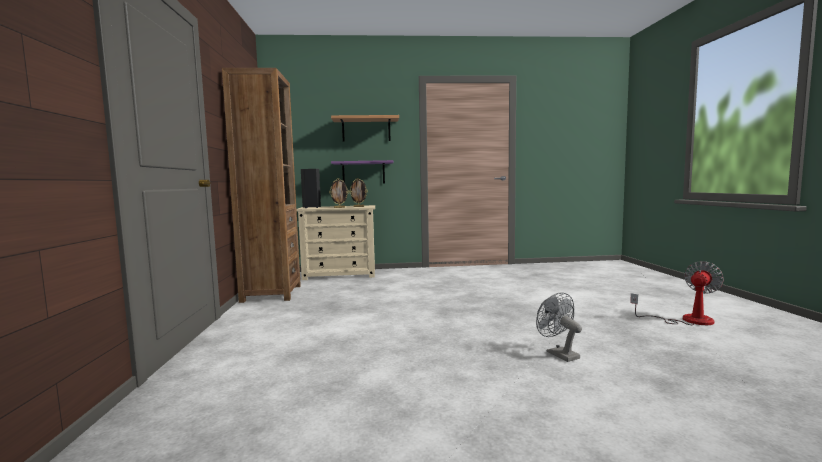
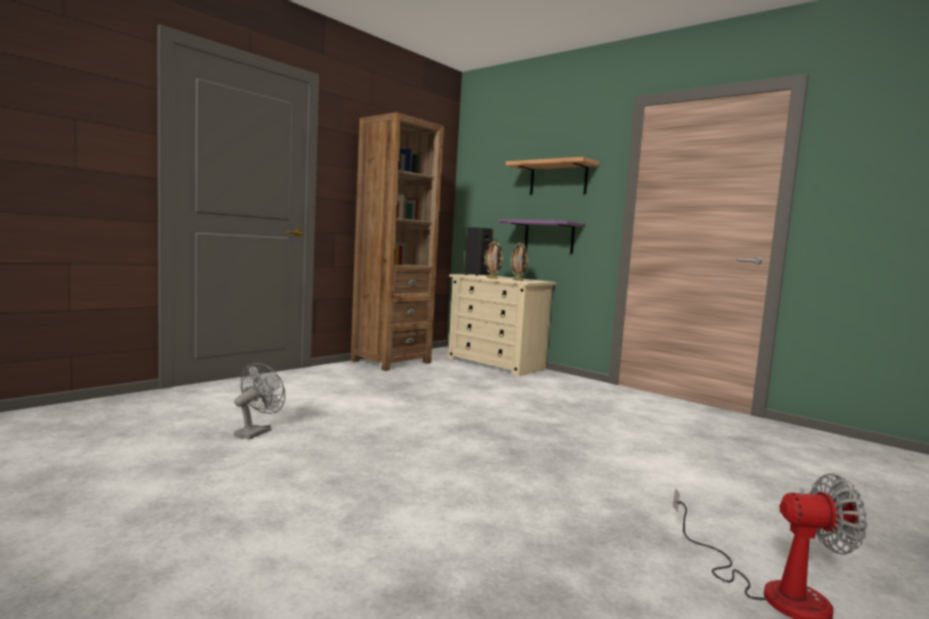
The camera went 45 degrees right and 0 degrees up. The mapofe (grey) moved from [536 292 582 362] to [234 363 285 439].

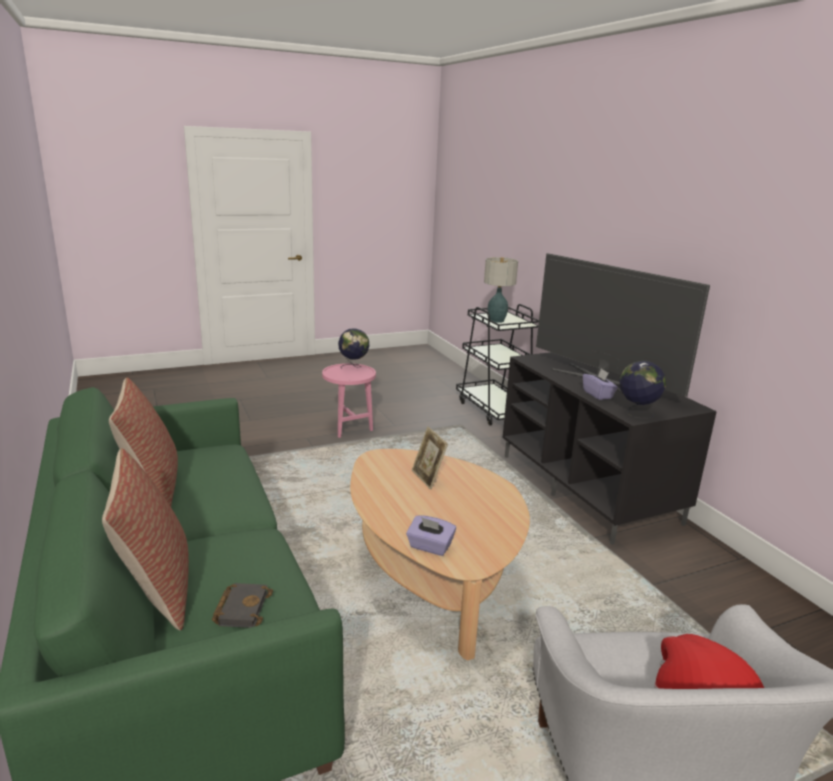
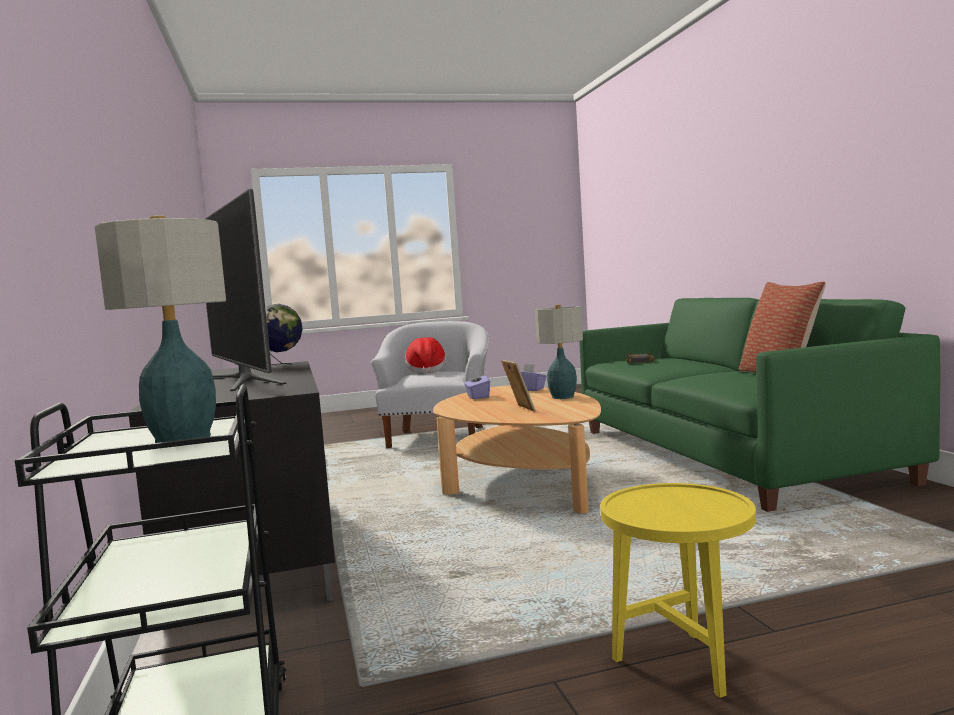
The camera went 170 degrees left and 15 degrees down. The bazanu at [338 328 369 369] disappeared. The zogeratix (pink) at [322 363 376 438] became the zogeratix (yellow) at [600 483 756 698]. The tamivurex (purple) moved from [583 369 618 400] to [464 373 490 399]. The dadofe at [102 448 189 631] disappeared. The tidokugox at [535 304 583 399] appeared.

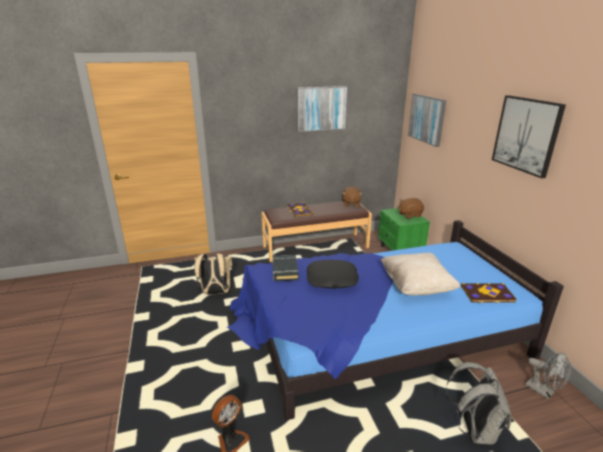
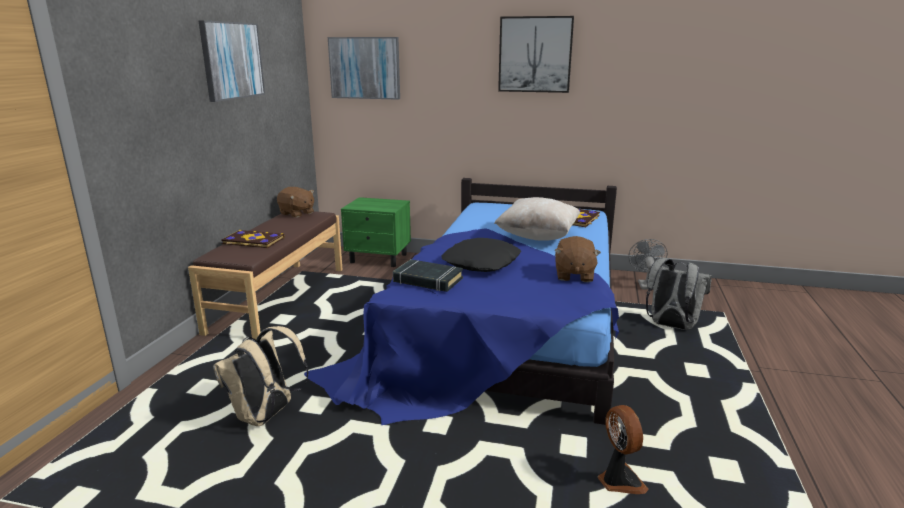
The camera went 60 degrees left and 5 degrees down. The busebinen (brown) moved from [398 198 424 219] to [554 236 601 282]. The mapofe (grey) at [525 352 571 399] turned 75 degrees counterclockwise.

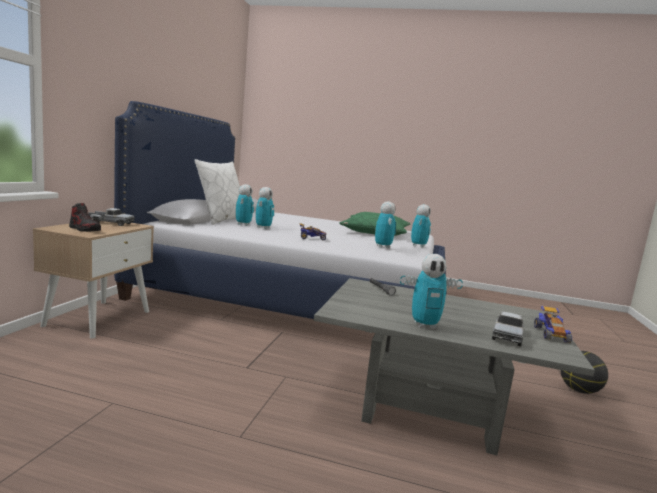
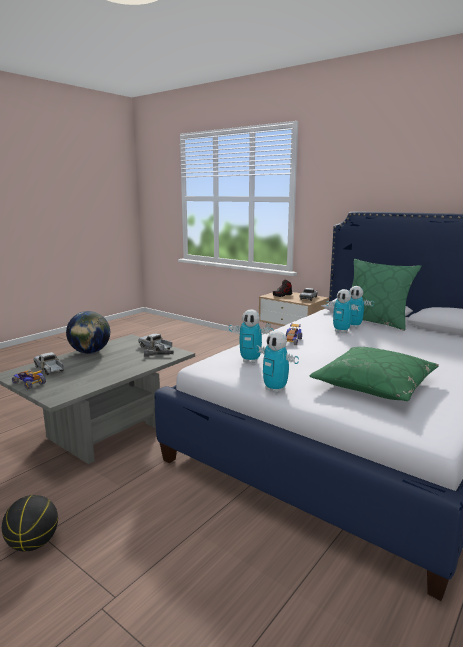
The camera went 115 degrees right and 5 degrees up. The dadofe (white) at [194 159 240 225] became the dadofe (green) at [352 259 421 331]. The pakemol at [400 254 463 329] was replaced by the bazanu at [66 311 110 354]. The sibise at [138 333 172 351] appeared.

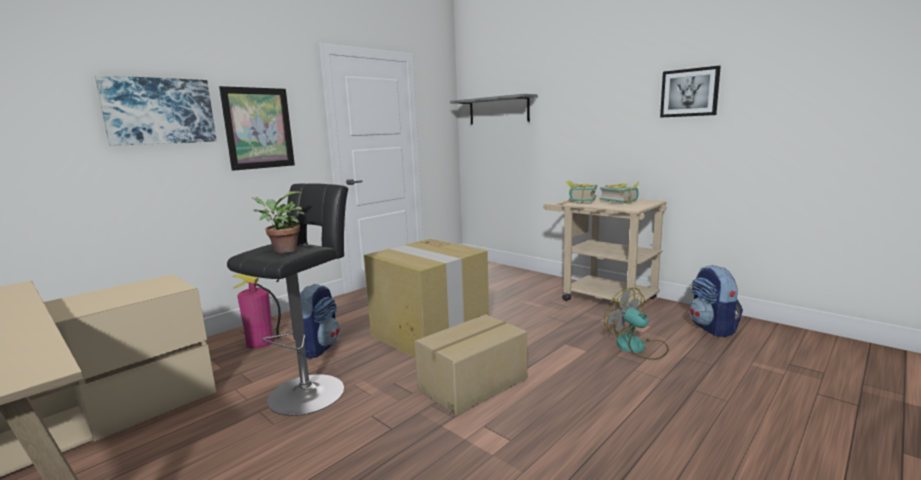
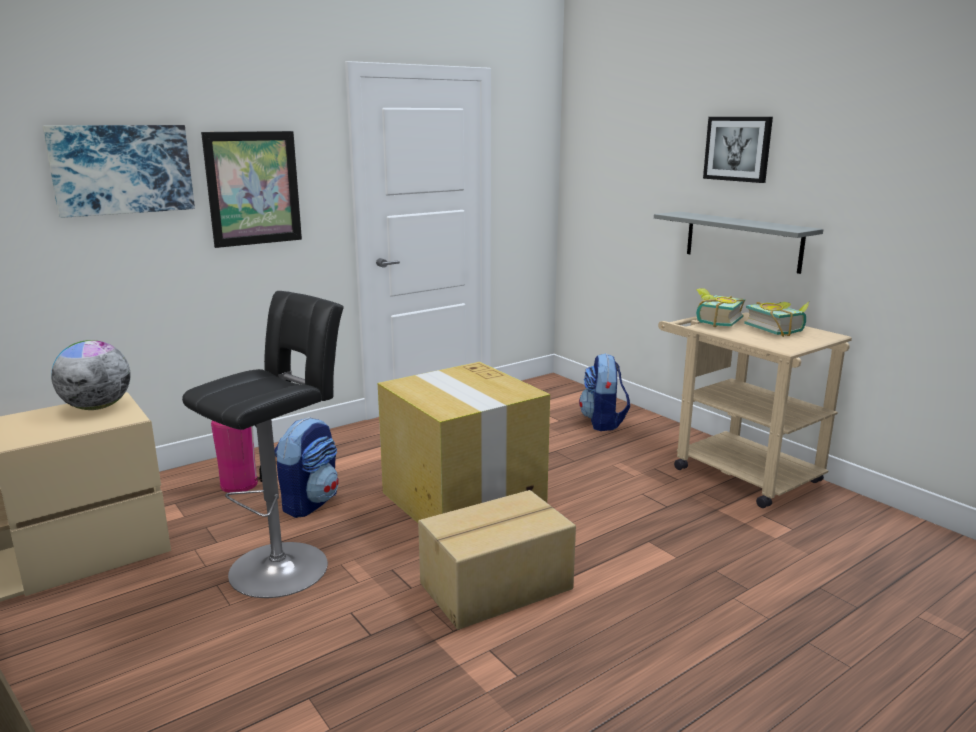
The camera went 10 degrees right and 5 degrees up. The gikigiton moved from [660 66 721 118] to [703 117 773 183]. The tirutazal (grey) moved from [450 94 538 124] to [654 211 823 274]. The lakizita at [252 191 305 253] disappeared. The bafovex moved from [689 265 743 337] to [579 353 630 431]. The mapofe at [604 288 669 360] disappeared. The bazanu at [51 340 131 410] appeared.

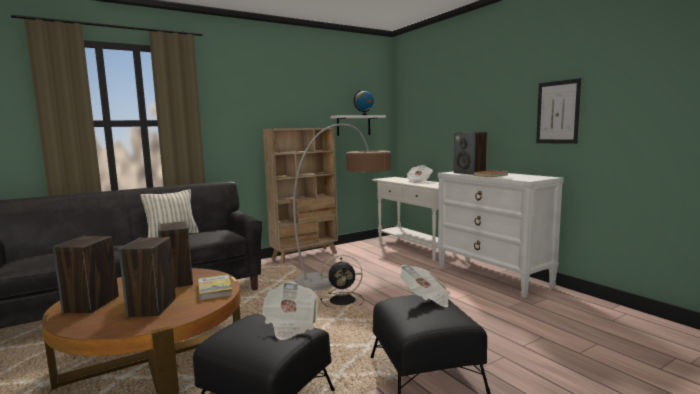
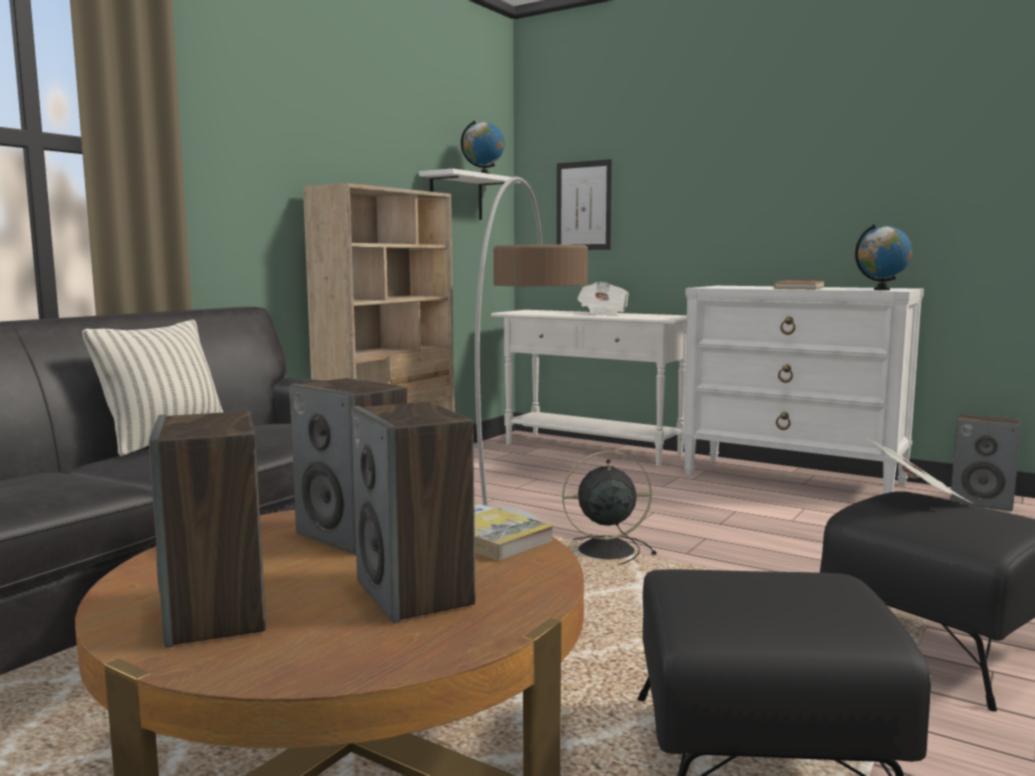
The camera went 25 degrees left and 0 degrees up. The gikigiton moved from [536 78 581 144] to [557 159 612 250]. The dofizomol moved from [454 132 487 175] to [950 414 1021 511]. The mapofe (black) at [320 255 364 308] turned 150 degrees counterclockwise. The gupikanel at [261 282 318 340] disappeared. The bazanu at [855 224 912 290] appeared.

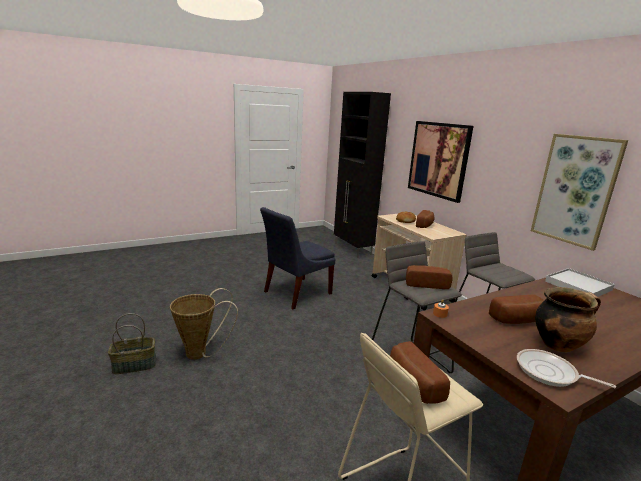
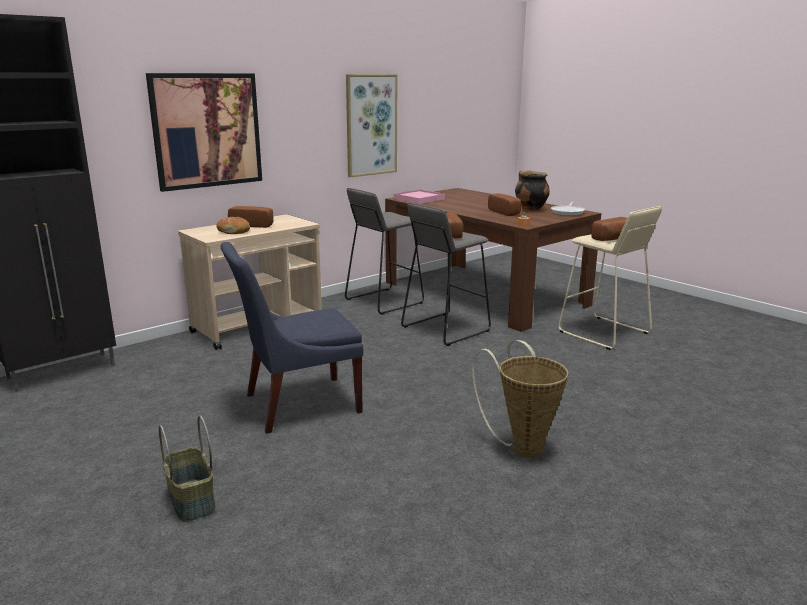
The camera went 100 degrees left and 0 degrees up. The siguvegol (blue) at [260 207 335 309] turned 120 degrees clockwise. The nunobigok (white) at [545 268 615 297] became the nunobigok (pink) at [394 189 445 204]. The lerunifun moved from [108 313 156 374] to [159 415 215 522].

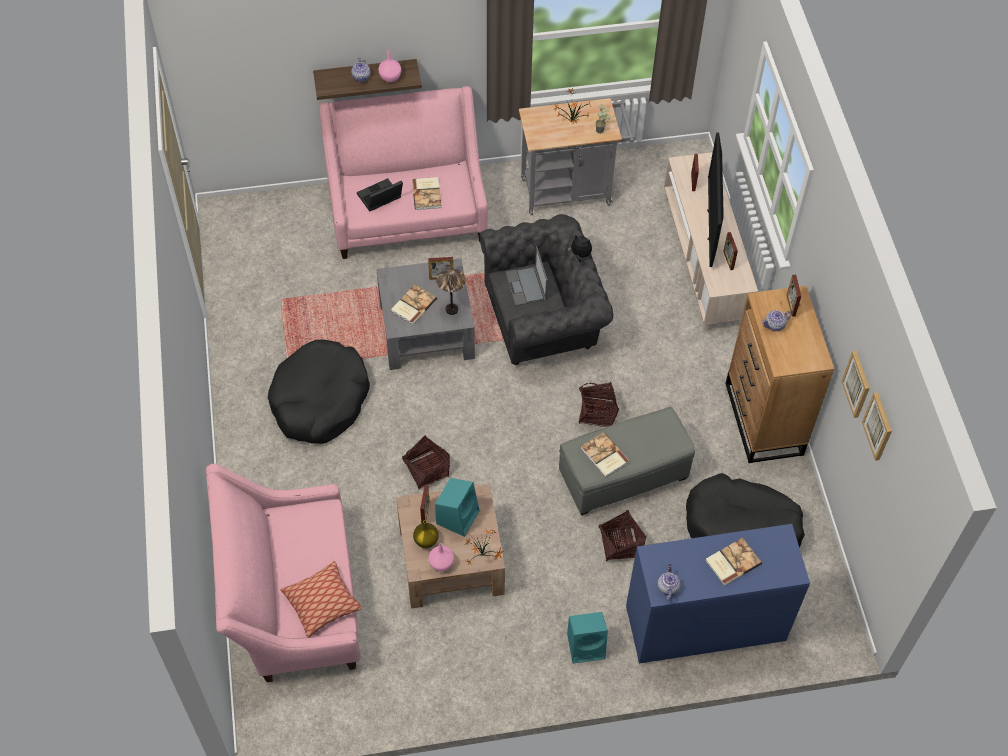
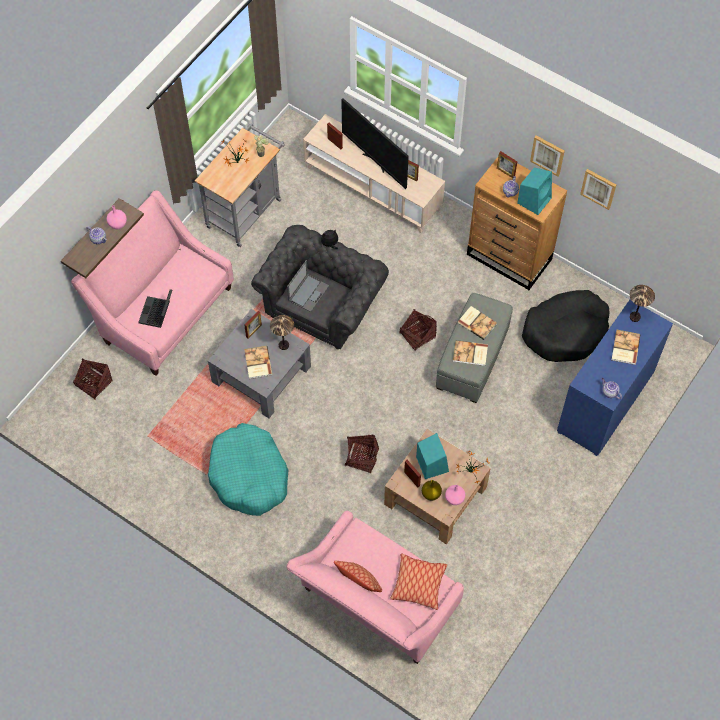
The camera went 45 degrees left and 5 degrees up. The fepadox moved from [412 177 442 210] to [457 306 497 340]. The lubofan at [505 246 548 306] turned 90 degrees counterclockwise. The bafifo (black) at [268 340 370 444] became the bafifo (turquoise) at [208 423 289 516]. The gikigiton moved from [862 392 892 461] to [530 136 565 176]. The lerunifun moved from [599 510 646 561] to [73 359 112 400]. The dofizomol (turquoise) moved from [567 612 608 663] to [517 168 552 215]. The tidokugox at [630 285 655 322] appeared. The dadofe at [334 561 382 592] appeared.

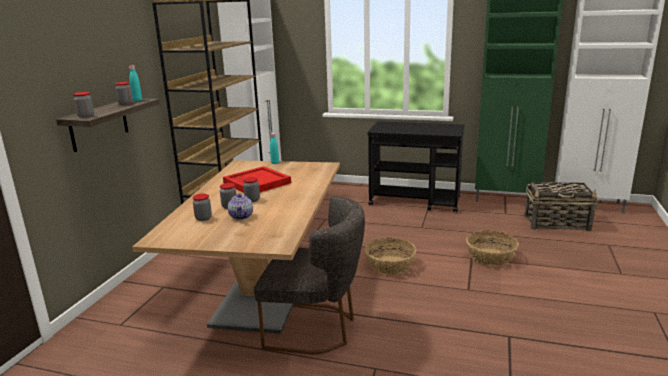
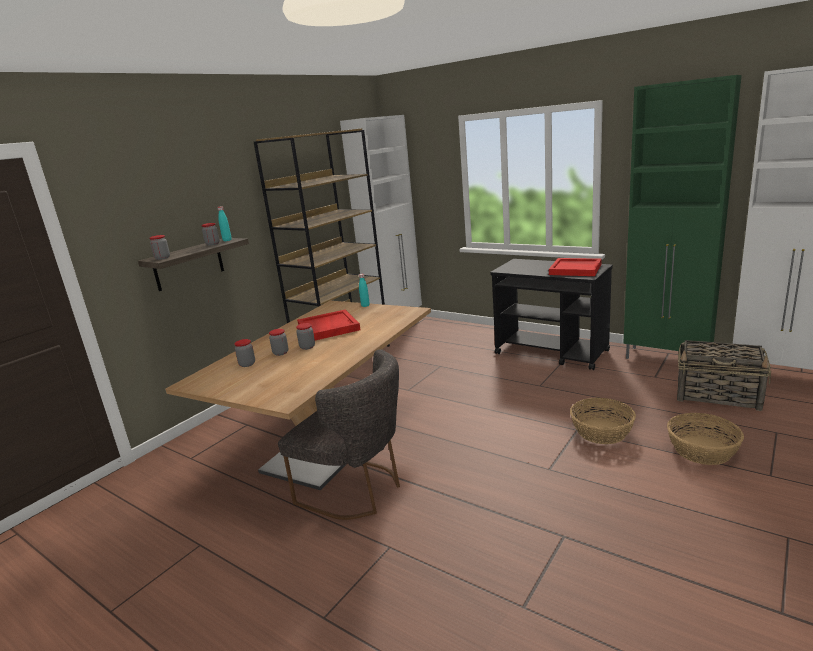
The camera went 20 degrees right and 0 degrees up. The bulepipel at [228 193 253 220] disappeared. The lerunifun moved from [365 238 417 275] to [667 413 744 465]. The nunobigok (red) at [549 258 602 276] appeared.

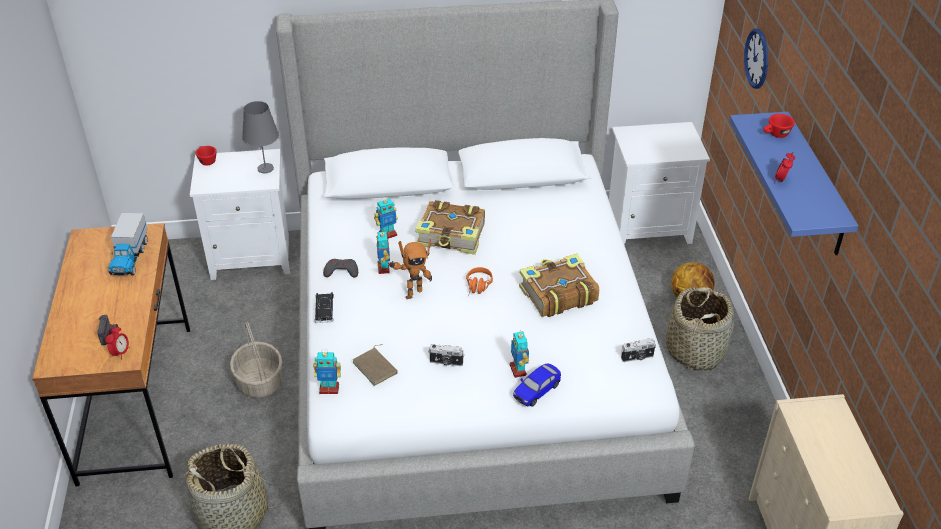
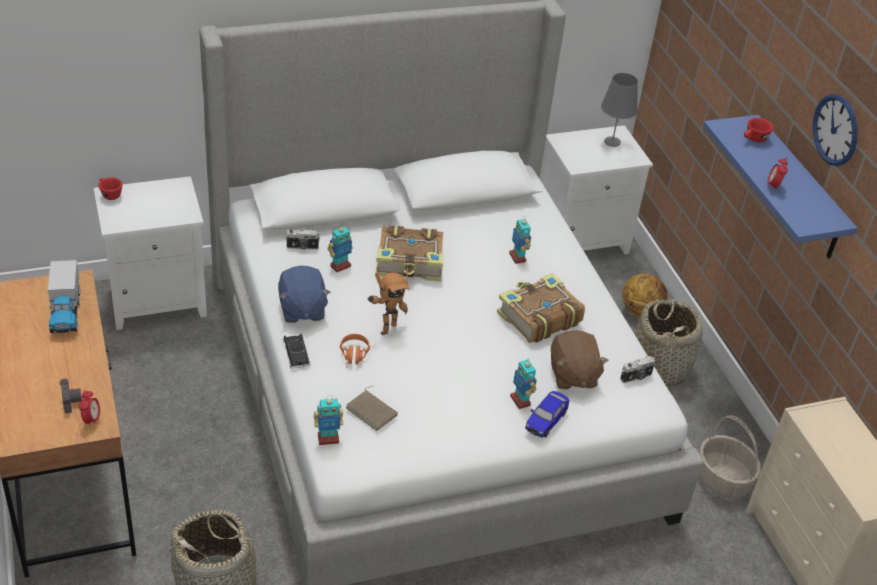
The camera went 15 degrees left and 0 degrees up. The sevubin moved from [744 29 768 89] to [813 94 858 166]. The tidokugox (grey) moved from [242 101 279 173] to [601 73 638 147]. The pakemol moved from [376 231 390 274] to [509 218 531 264]. The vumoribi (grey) at [323 259 358 278] was replaced by the busebinen (blue) at [278 266 331 323]. The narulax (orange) moved from [466 267 493 296] to [340 334 370 368]. The lerunifun moved from [230 322 283 398] to [699 416 761 498]. The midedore moved from [428 344 464 366] to [286 230 320 250]. The busebinen (brown) at [551 330 609 389] appeared.

